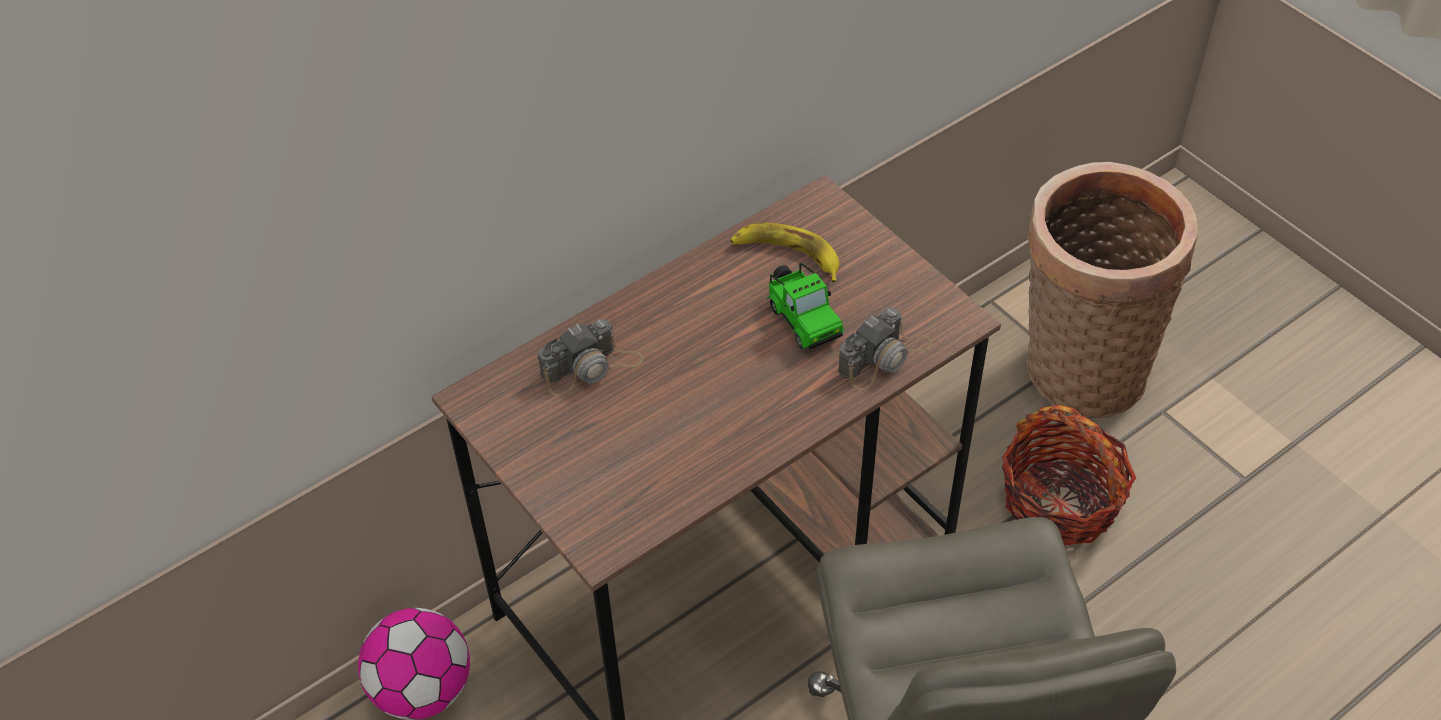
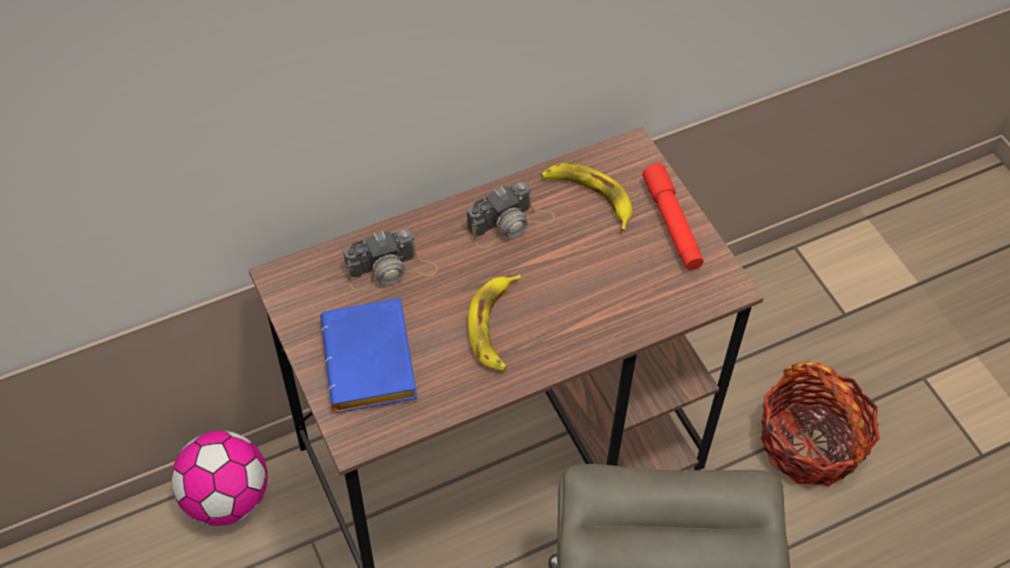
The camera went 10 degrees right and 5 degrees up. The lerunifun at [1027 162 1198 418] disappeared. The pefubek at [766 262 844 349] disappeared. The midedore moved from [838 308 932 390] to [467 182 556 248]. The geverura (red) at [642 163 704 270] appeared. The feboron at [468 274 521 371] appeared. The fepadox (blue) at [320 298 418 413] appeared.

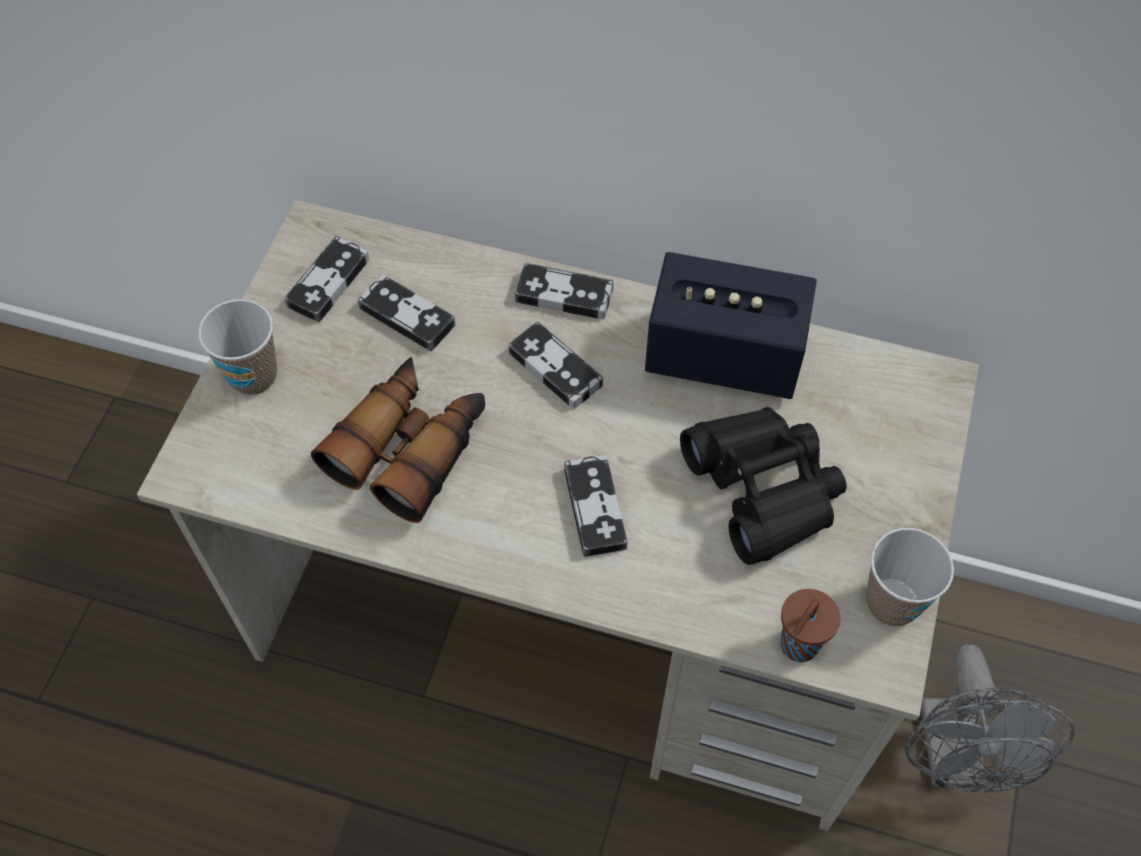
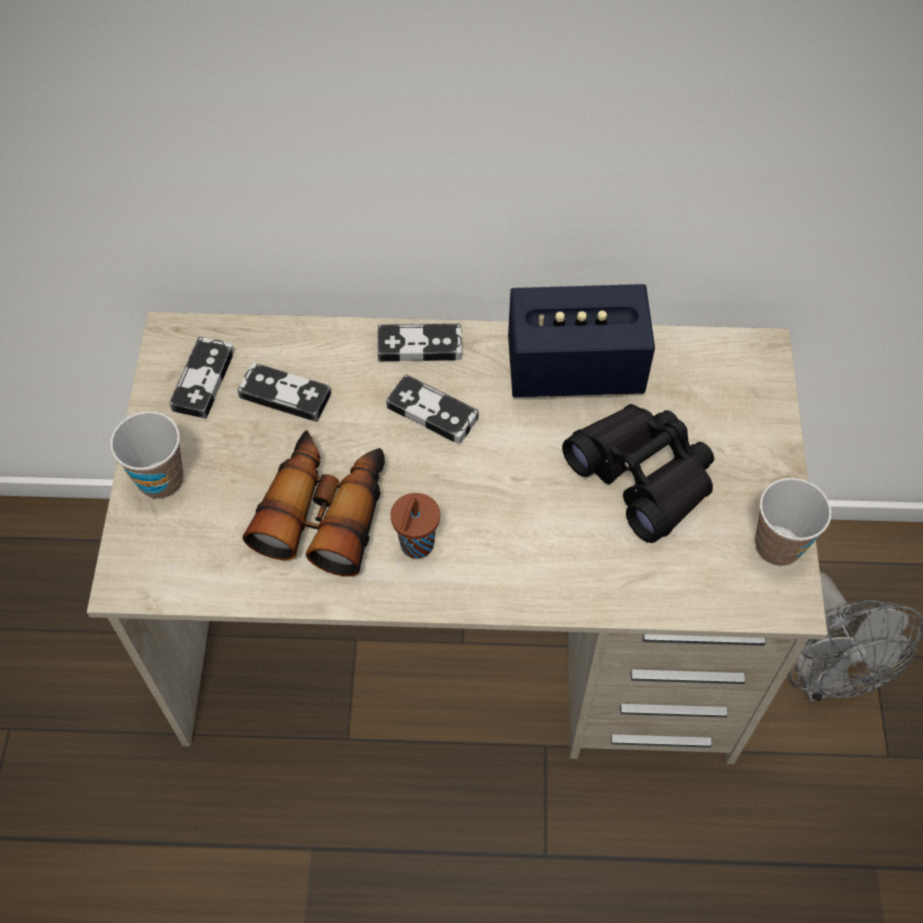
The camera went 15 degrees left and 0 degrees up. The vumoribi at [564 455 628 557] disappeared. The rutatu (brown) moved from [780 589 840 662] to [391 493 440 559].

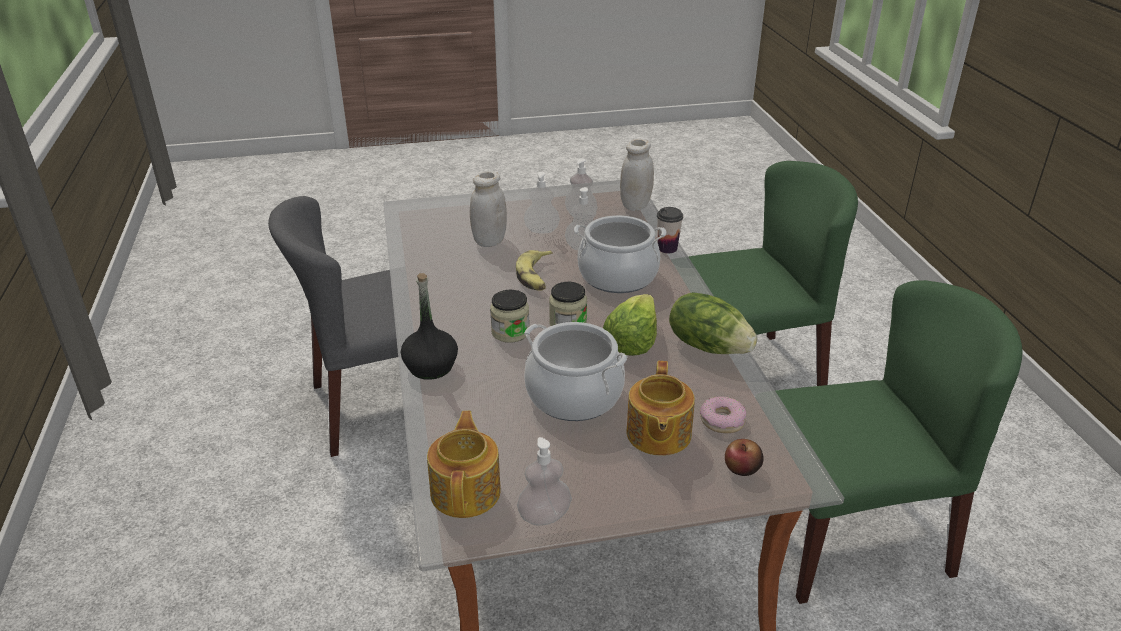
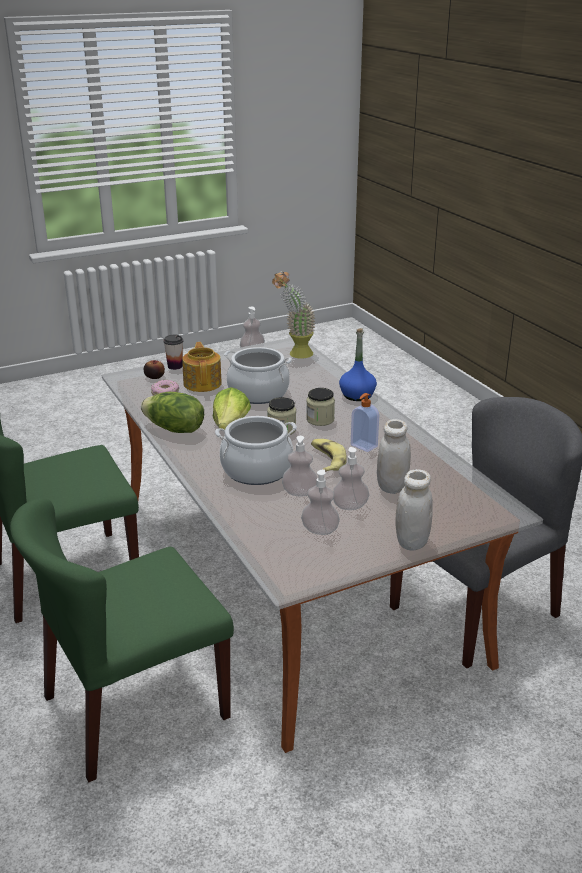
The camera went 165 degrees right and 5 degrees down. The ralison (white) moved from [620 139 654 211] to [395 469 433 551]. The rutatu moved from [657 207 683 253] to [163 335 183 370]. The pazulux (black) at [401 273 458 380] became the pazulux (blue) at [339 328 377 401]. The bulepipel at [427 411 501 518] was replaced by the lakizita at [272 272 315 358]. The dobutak at [351 393 379 452] appeared.

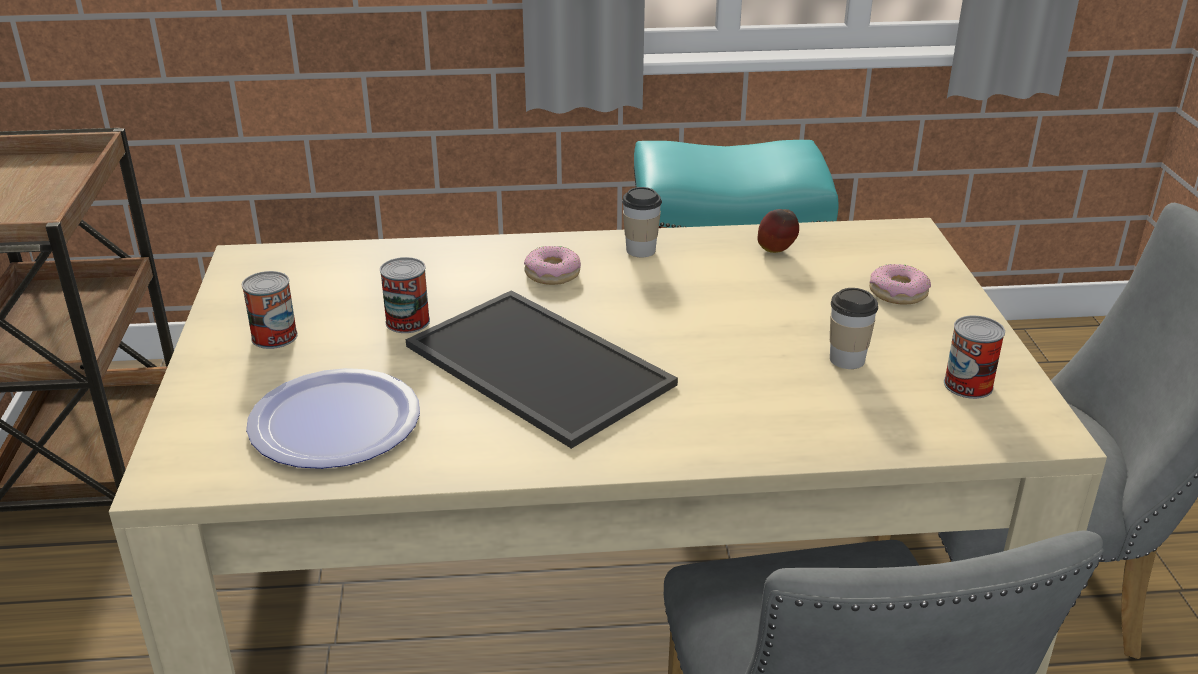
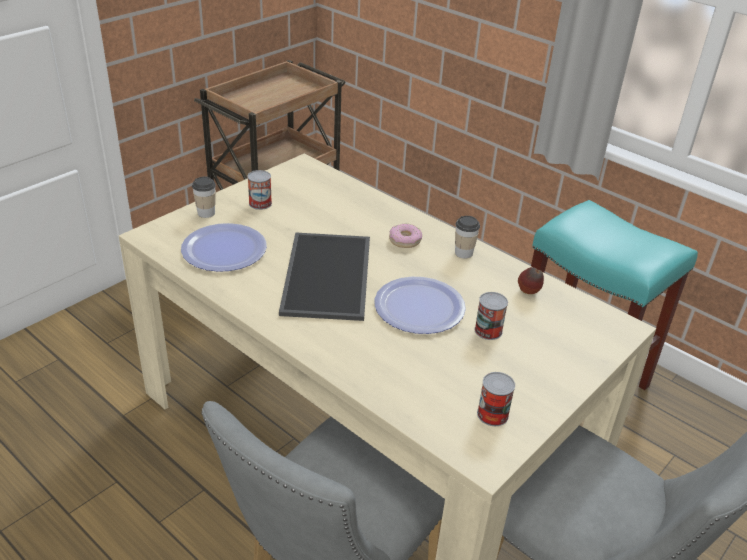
The camera went 45 degrees right and 5 degrees up. The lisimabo moved from [380 257 430 333] to [475 292 508 340]. The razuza at [869 264 931 305] disappeared. The rutatu moved from [830 288 878 369] to [192 177 216 218]. The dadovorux at [375 277 466 334] appeared.

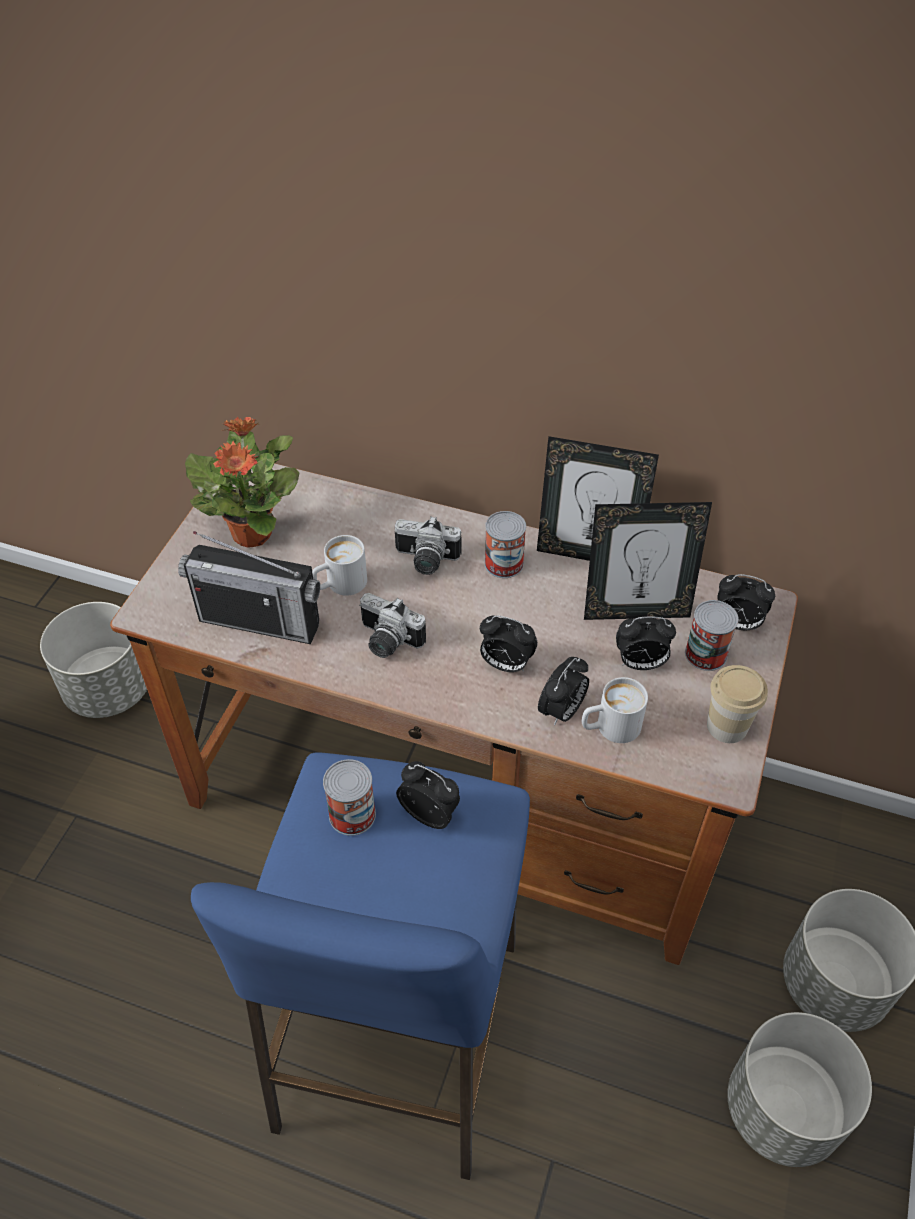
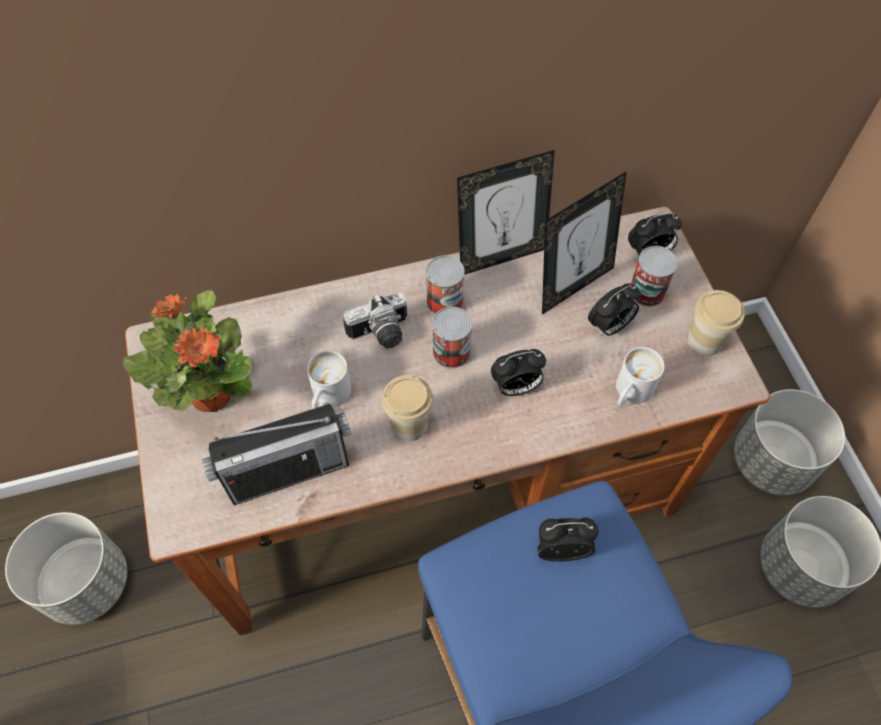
The camera went 35 degrees left and 10 degrees up. The midedore at [359 593 426 658] was replaced by the rutatu at [382 375 433 442]. The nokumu at [538 657 589 726] disappeared. The lisimabo moved from [323 759 376 836] to [432 307 472 369].

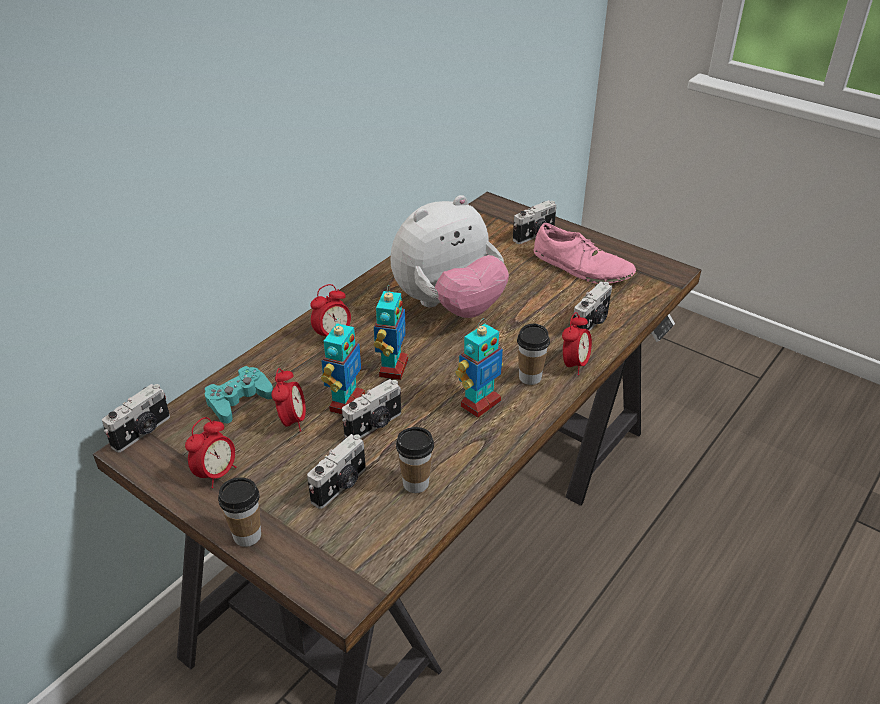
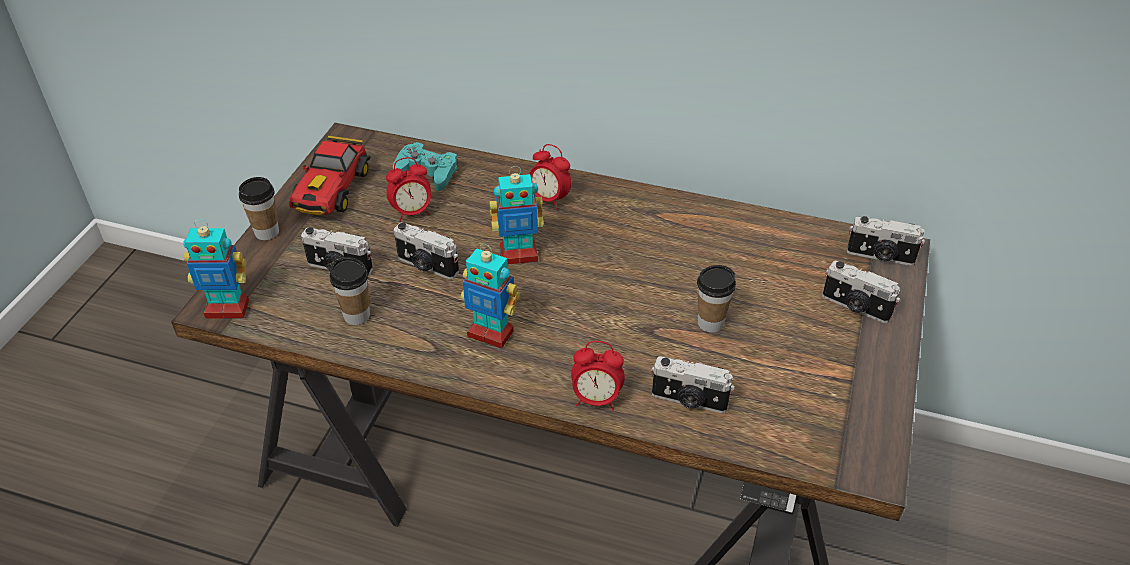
The camera went 70 degrees right and 5 degrees up. The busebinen at [390 195 509 318] disappeared. The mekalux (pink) at [534 223 636 284] disappeared. The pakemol moved from [321 318 365 414] to [183 219 249 319]. The rutatu moved from [517 323 550 385] to [697 265 736 333]. The midedore moved from [102 384 170 453] to [847 216 925 266]. The nokumu at [185 417 236 488] was replaced by the pefubek at [289 135 371 215].

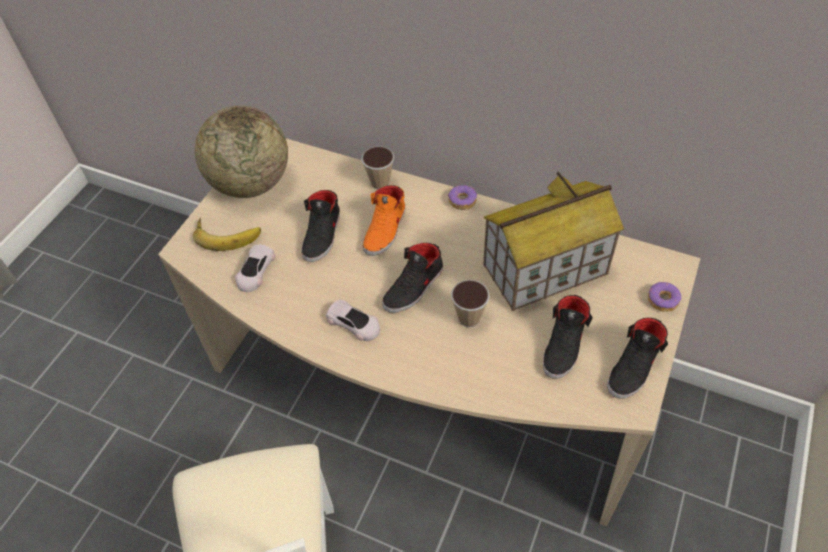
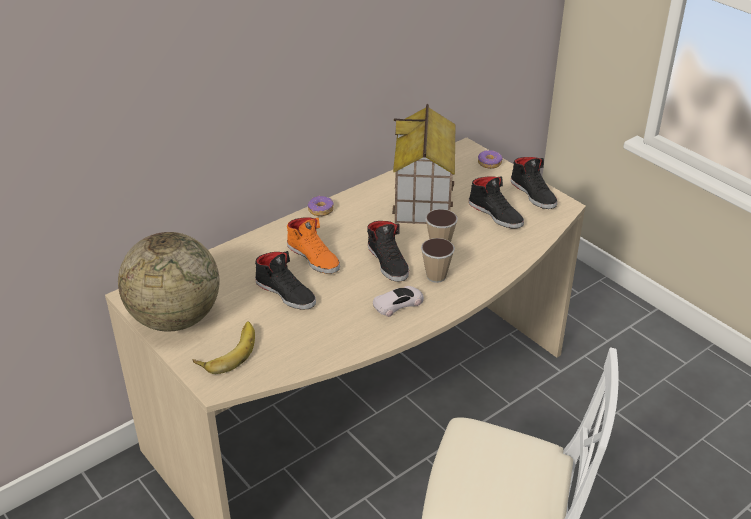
The camera went 65 degrees left and 15 degrees down. The rutatu moved from [361 147 394 189] to [421 238 455 283]. The pefubek (white) at [235 244 275 292] disappeared.

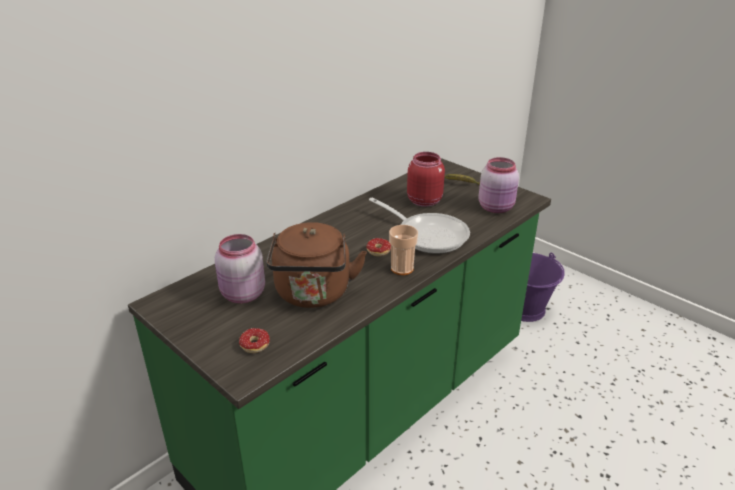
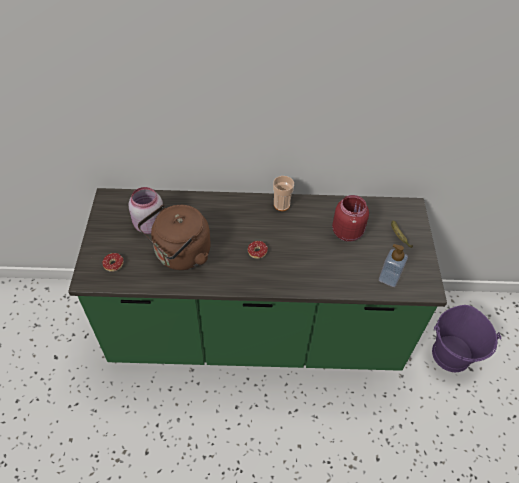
The camera went 45 degrees right and 20 degrees up. The ralison (pink) at [478 157 519 213] was replaced by the dobutak at [379 244 408 287]. The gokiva at [369 198 470 254] disappeared. The rutatu moved from [389 225 418 275] to [273 176 294 211].

